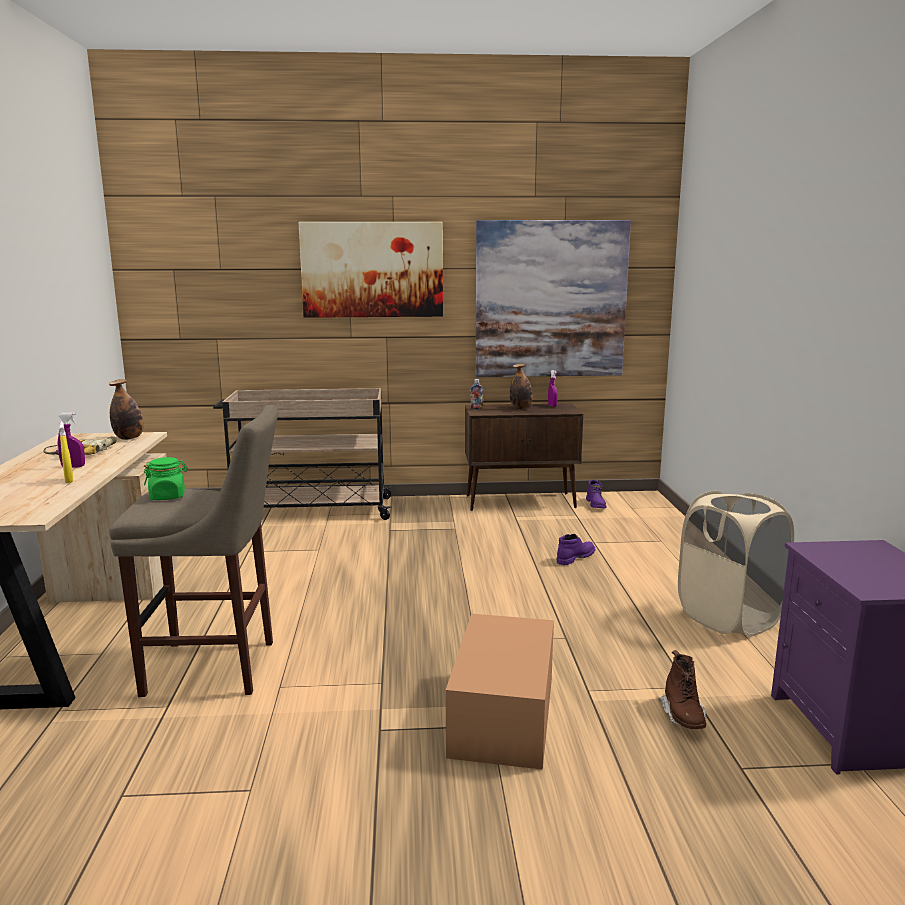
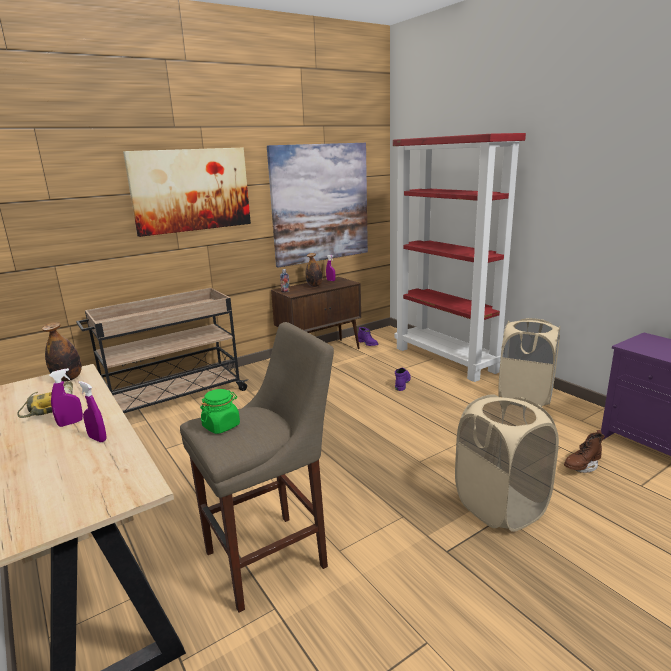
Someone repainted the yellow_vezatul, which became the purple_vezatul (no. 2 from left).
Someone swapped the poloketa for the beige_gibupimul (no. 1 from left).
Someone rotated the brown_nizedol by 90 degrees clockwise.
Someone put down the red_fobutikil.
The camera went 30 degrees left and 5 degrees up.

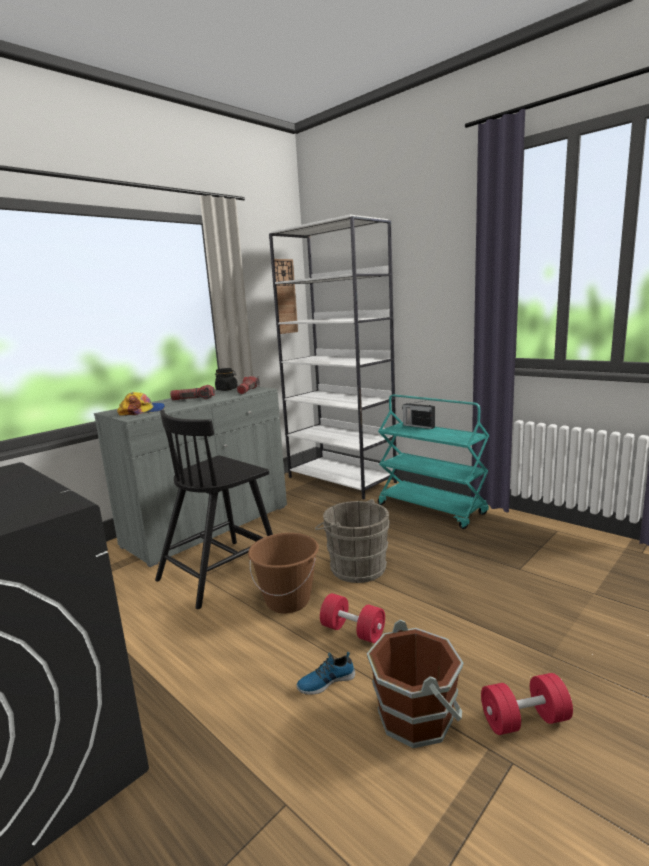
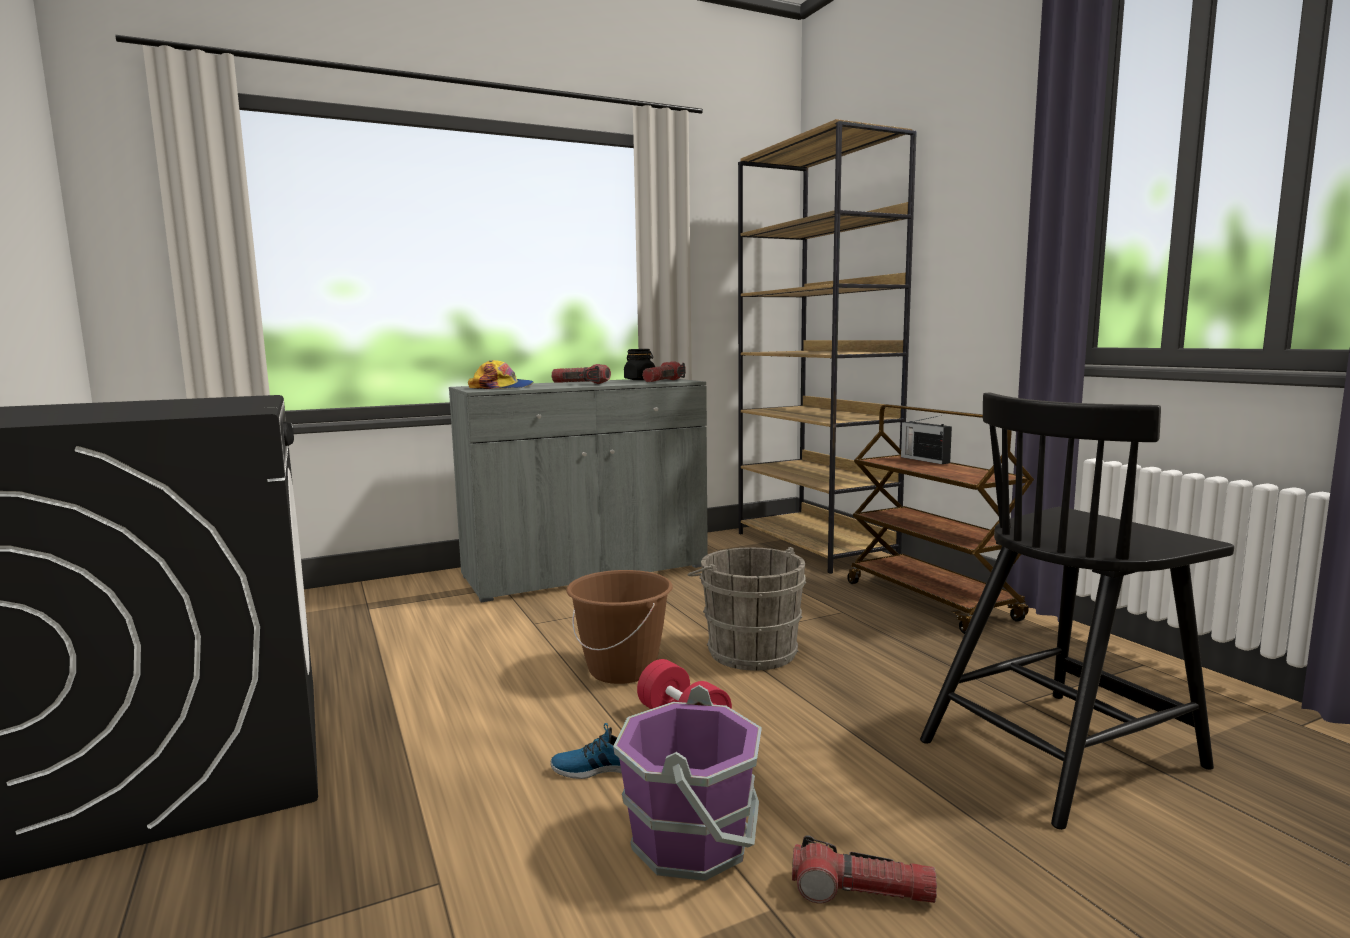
Someone carried the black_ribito.
Someone repainted the white_fobutikil, which became the brown_fobutikil.
Someone took away the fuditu.
Someone repainted the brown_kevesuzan (no. 2 from left), which became the purple_kevesuzan.
Someone repainted the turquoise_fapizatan, which became the brown_fapizatan.
Someone swapped the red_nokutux (no. 2 from left) for the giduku (no. 3 from left).
The camera went 20 degrees right and 5 degrees down.

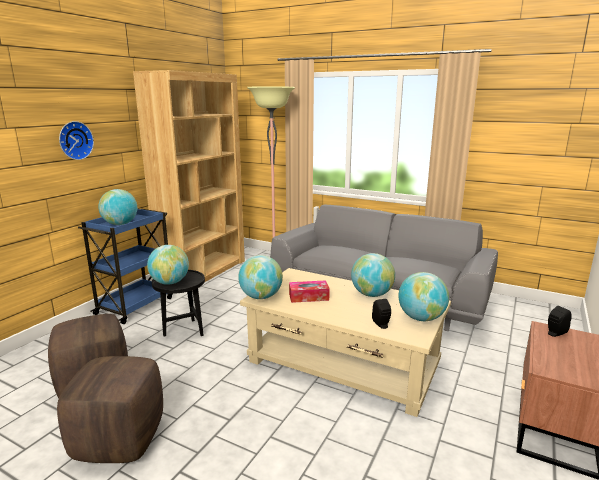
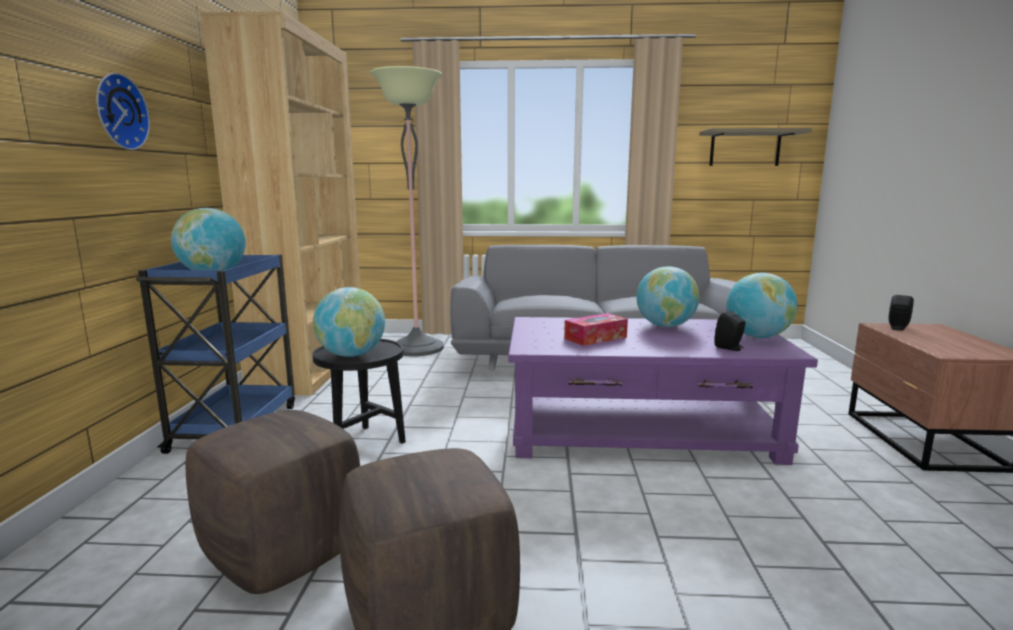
Someone took away the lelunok (no. 3 from left).
Someone repainted the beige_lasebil, which became the purple_lasebil.
Someone put up the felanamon.
The camera went 25 degrees left and 5 degrees down.

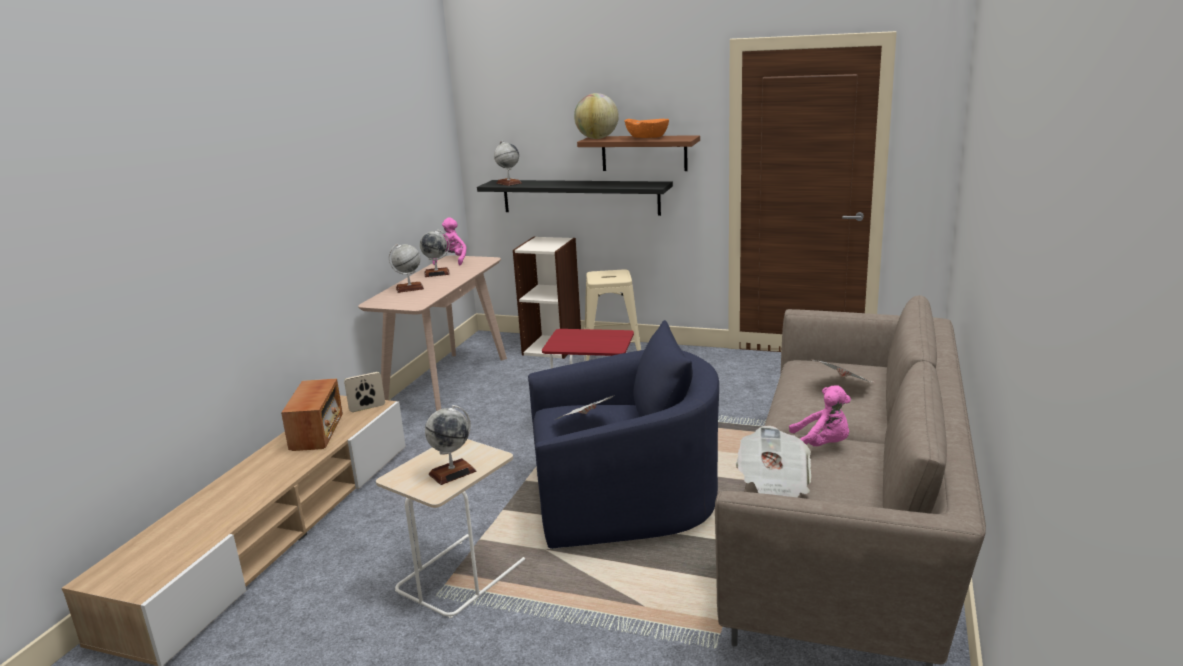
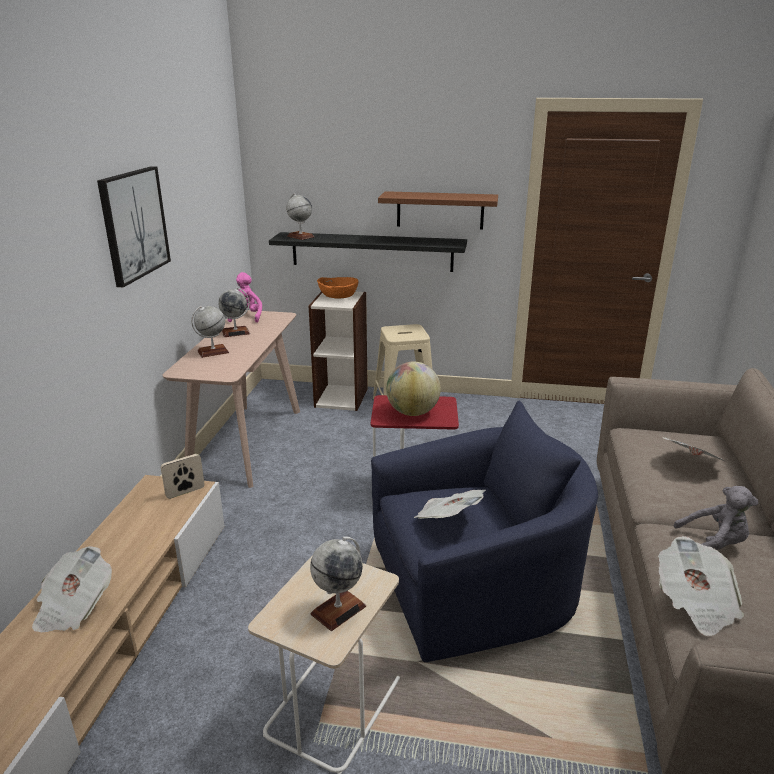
Someone took away the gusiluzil.
Someone carried the lelunok (no. 5 from left).
Someone carried the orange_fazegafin.
Someone repainted the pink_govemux (no. 2 from left), which became the grey_govemux.
Someone put down the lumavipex (no. 1 from left).
Someone put up the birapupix.
The camera went 10 degrees left and 5 degrees up.

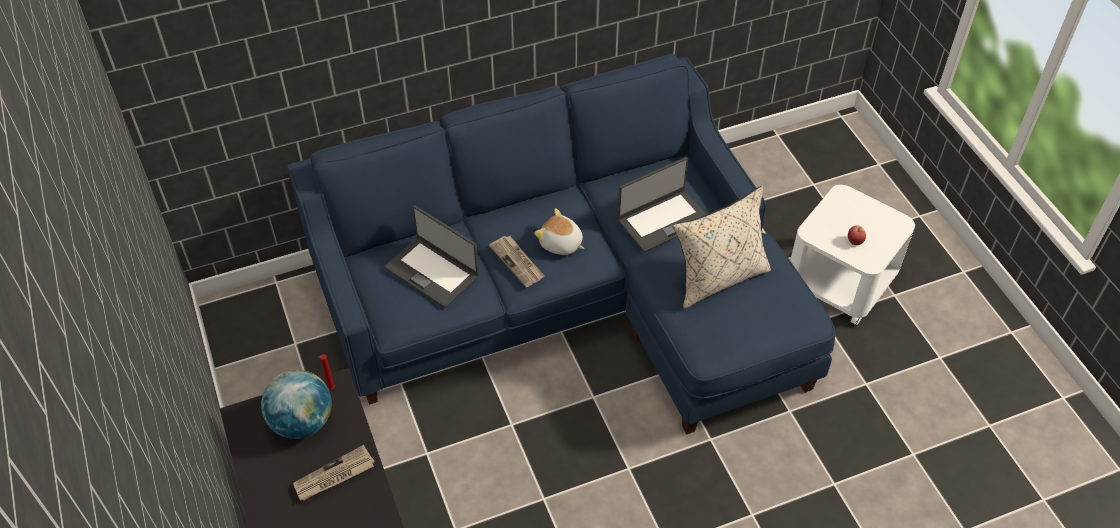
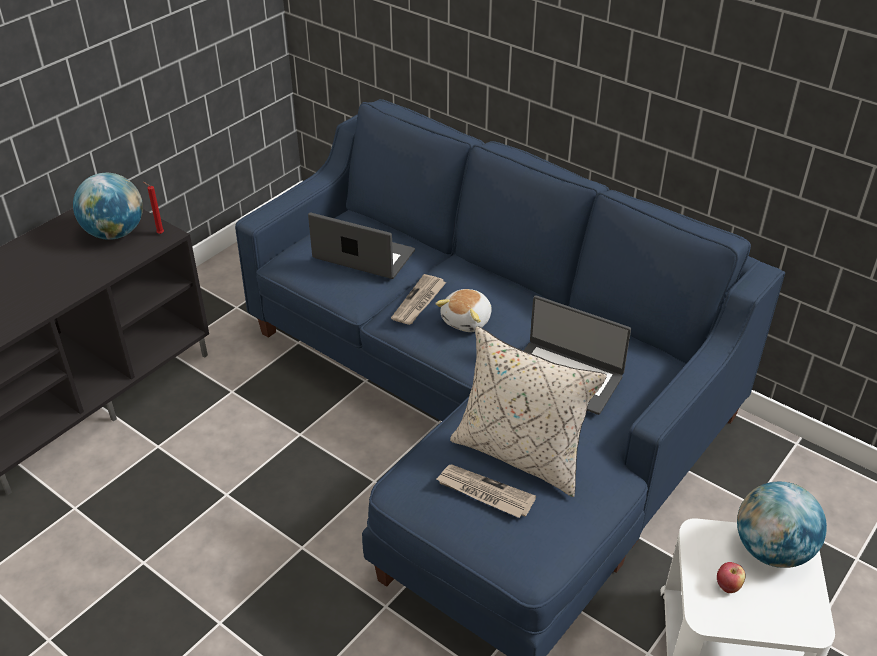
Someone carried the lumavipex (no. 1 from left in the first image).
Someone rotated the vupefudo (no. 1 from left) by 105 degrees clockwise.
Someone rotated the govemux by 150 degrees counterclockwise.
Someone put down the lelunok (no. 2 from left).
The camera went 60 degrees right and 10 degrees down.

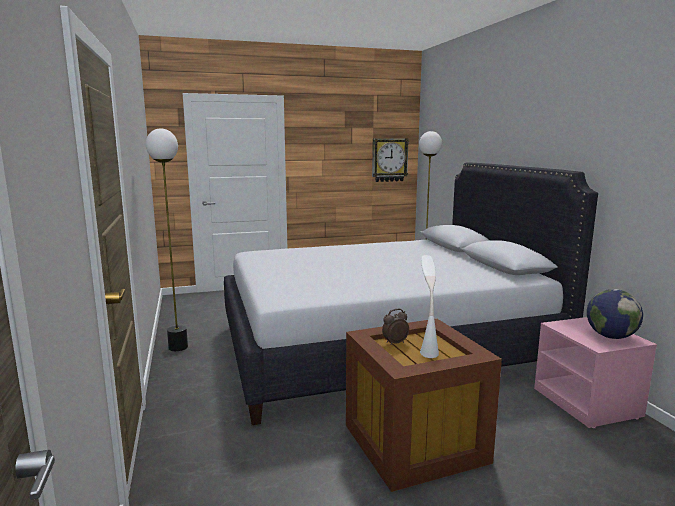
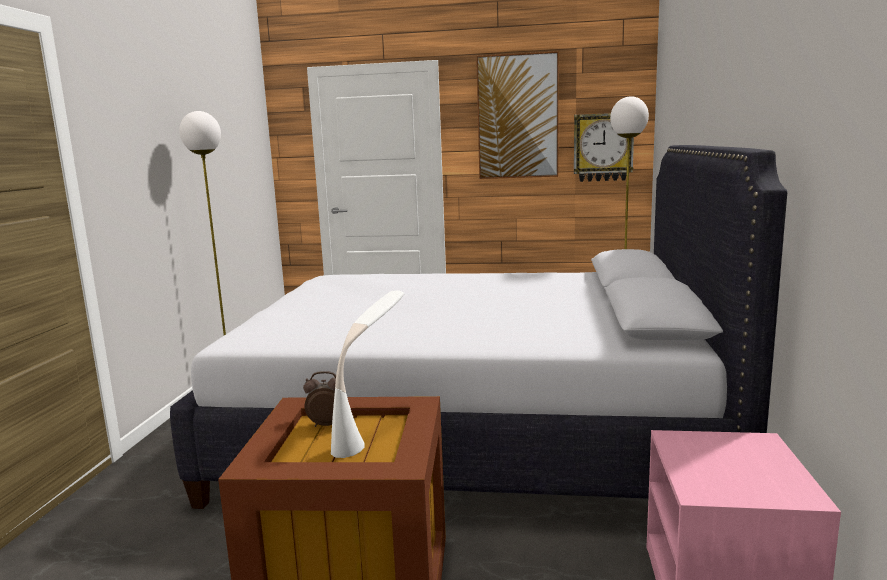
Someone took away the lelunok.
Someone put up the birapupix.
The camera went 25 degrees right and 0 degrees up.

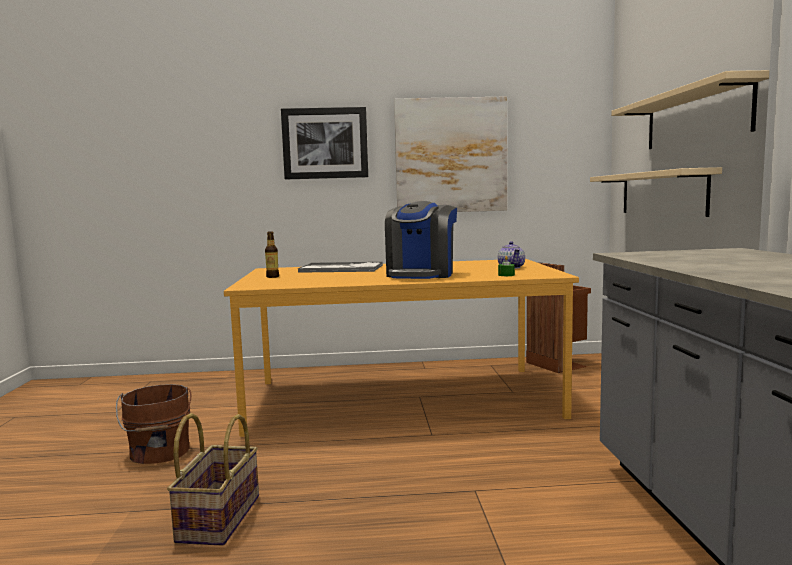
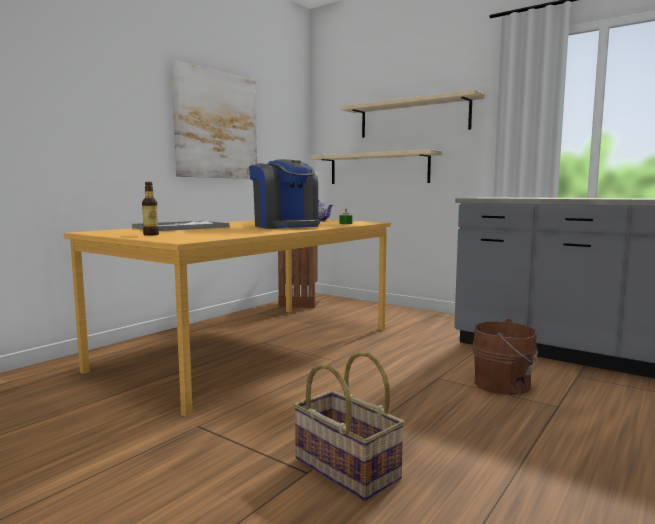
Someone carried the brown_kevesuzan.
Someone took away the birapupix (no. 1 from left).
The camera went 50 degrees left and 0 degrees up.

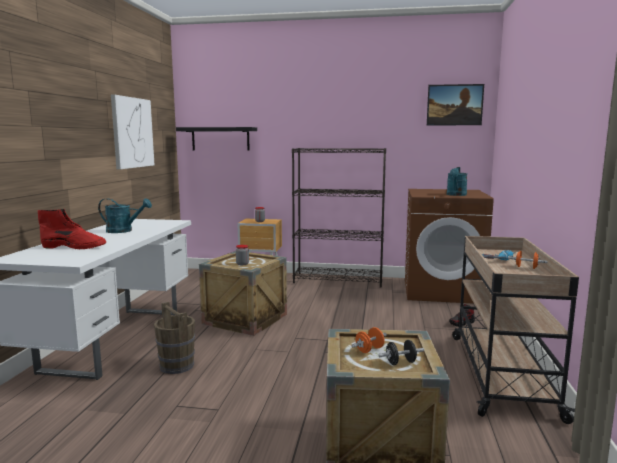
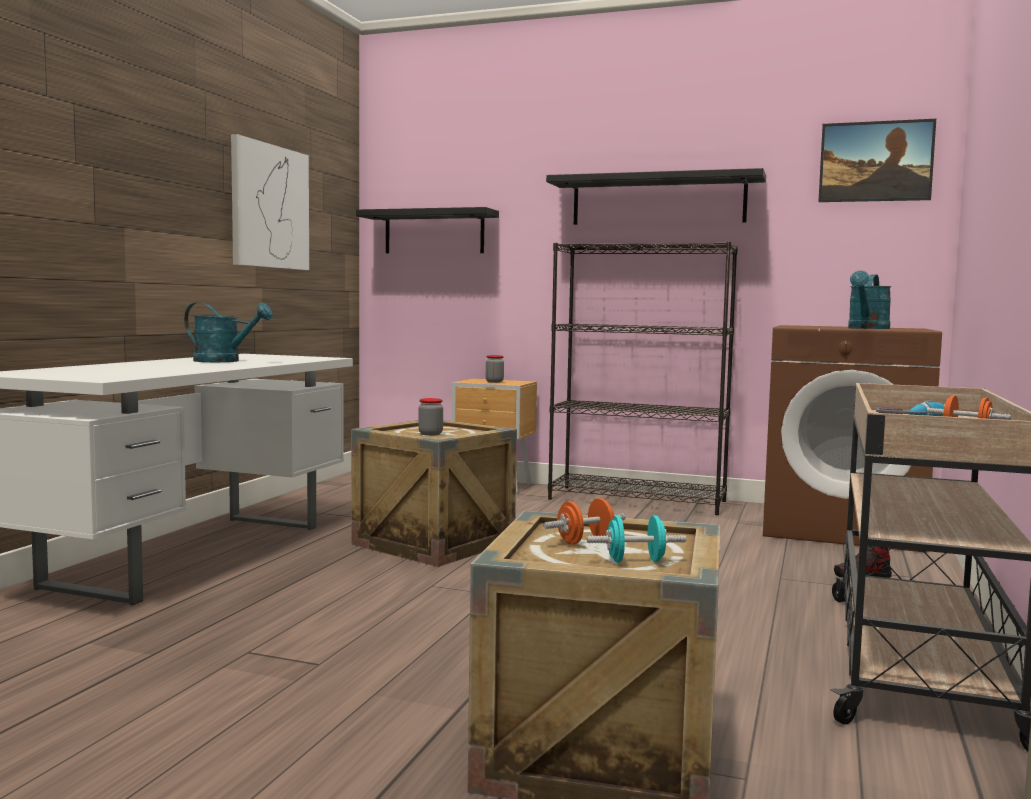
Someone took away the red_nizedol.
Someone took away the brown_kevesuzan.
Someone repainted the black_nokutux, which became the turquoise_nokutux.
Someone put up the black_felanamon (no. 2 from left).
The camera went 10 degrees right and 5 degrees down.

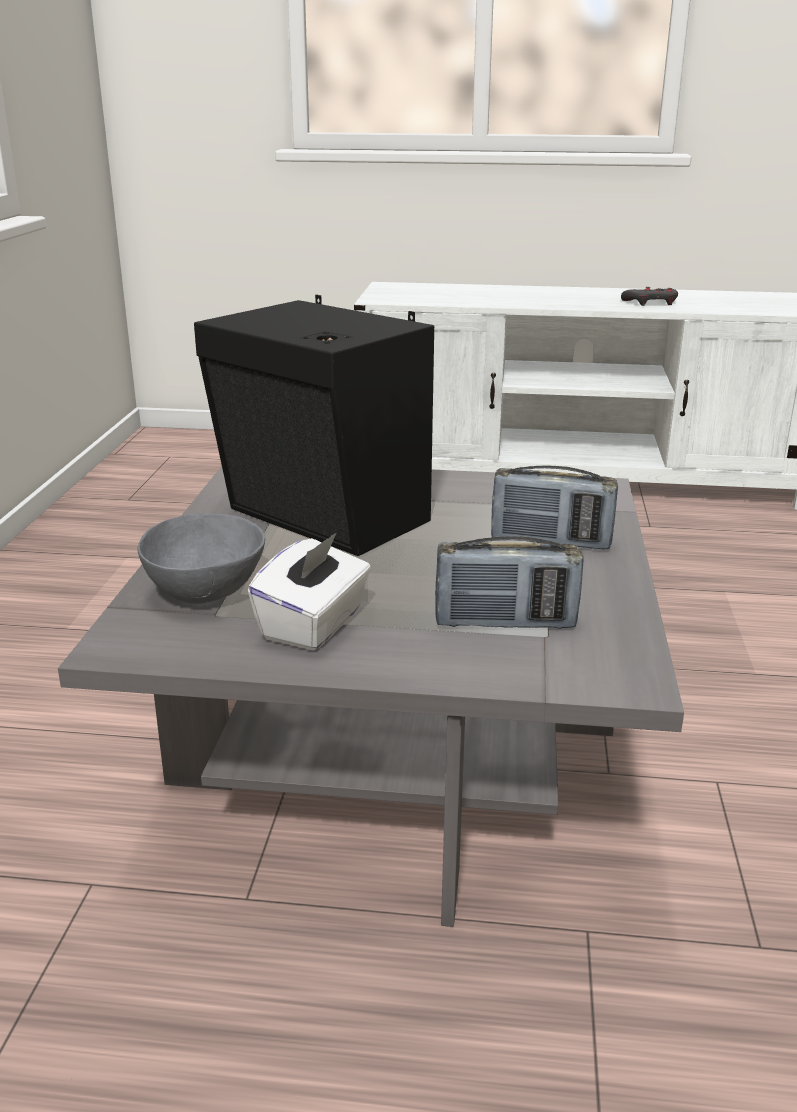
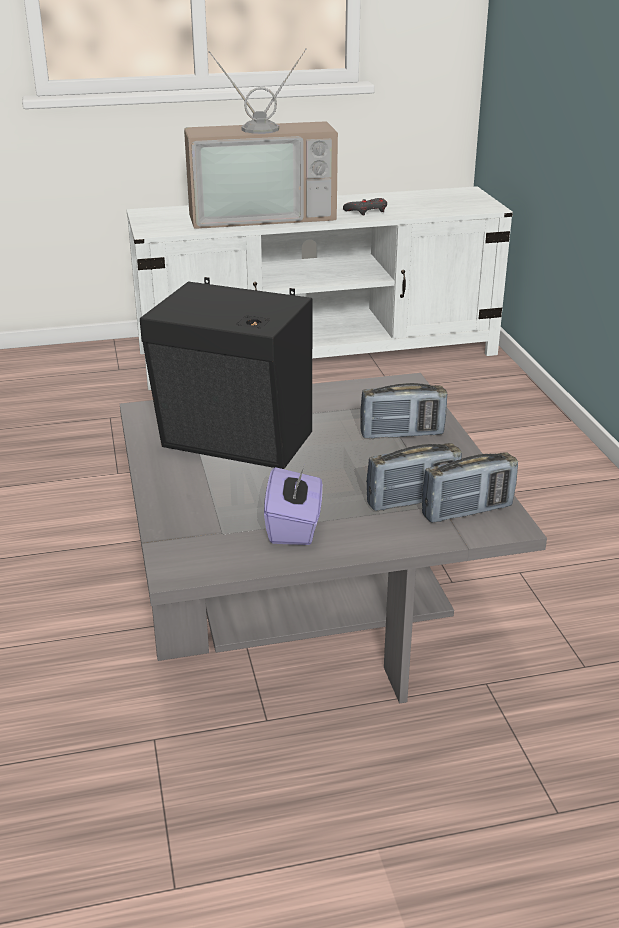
Someone took away the grey_fazegafin.
Someone repainted the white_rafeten, which became the purple_rafeten.
Someone put down the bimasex.
Someone put down the gusiluzil (no. 3 from left).
The camera went 20 degrees left and 5 degrees up.

